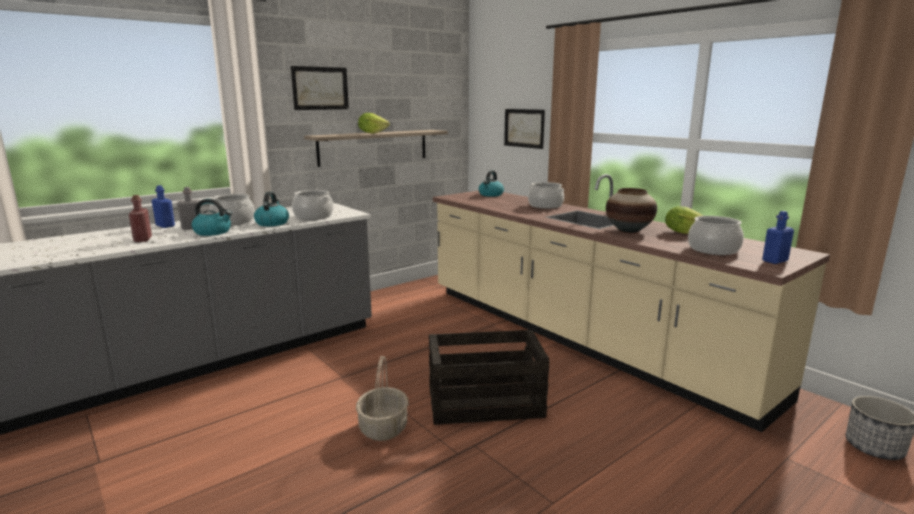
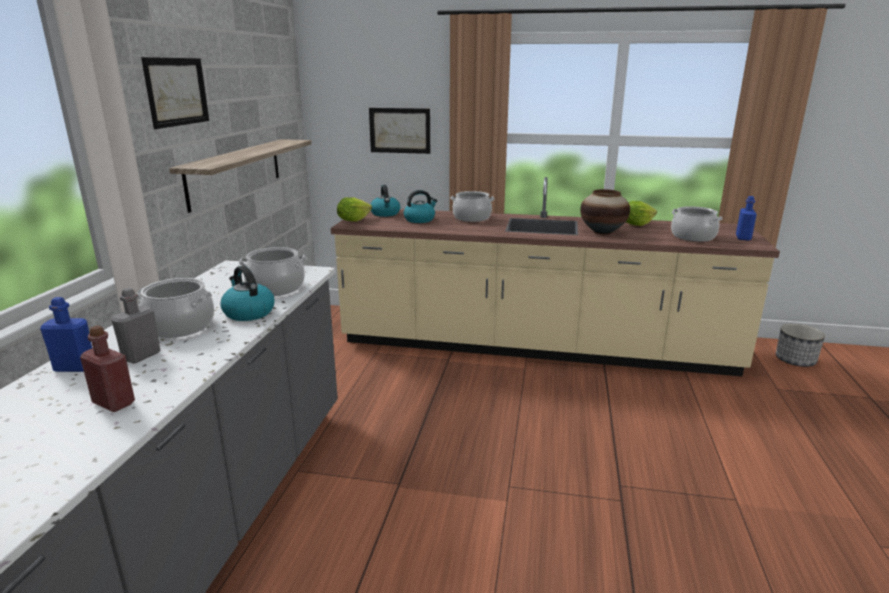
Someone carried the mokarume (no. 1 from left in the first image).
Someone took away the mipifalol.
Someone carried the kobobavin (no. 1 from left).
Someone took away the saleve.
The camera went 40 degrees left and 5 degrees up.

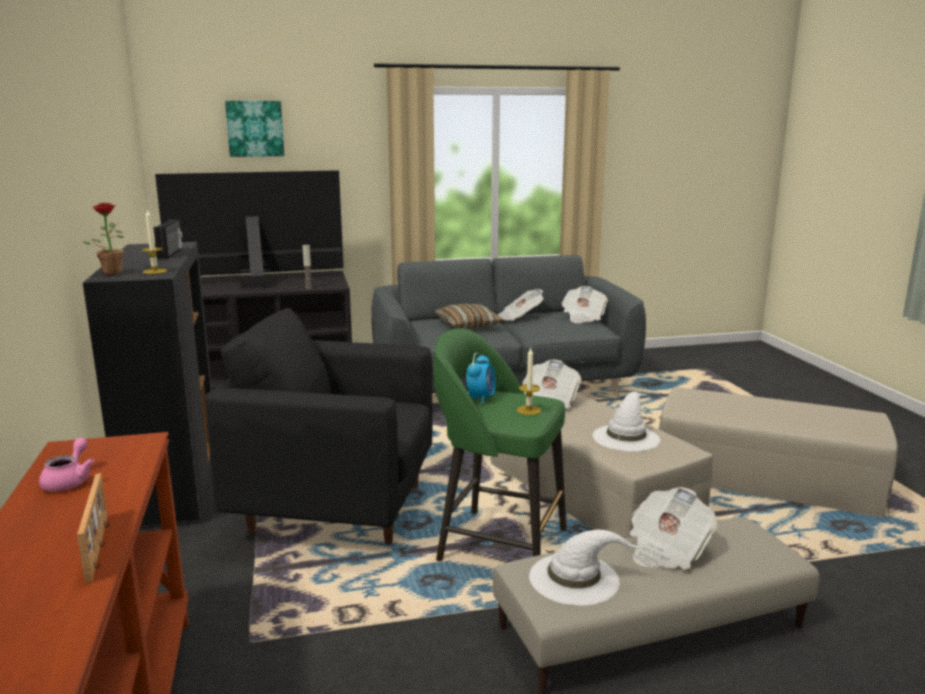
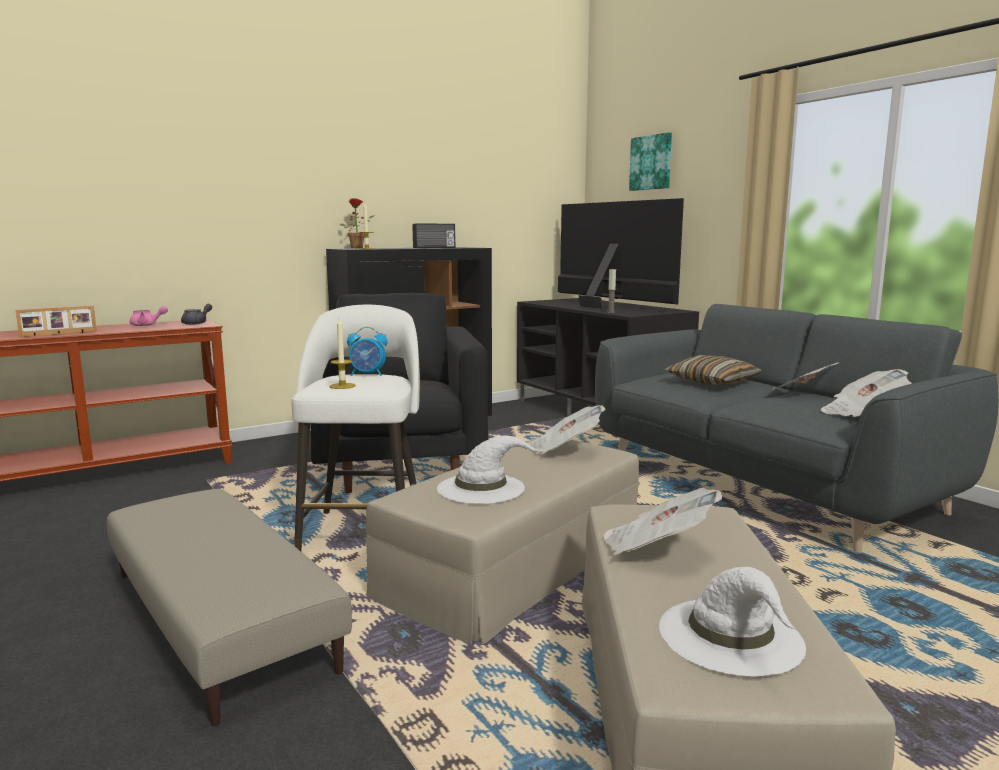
Someone repainted the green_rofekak, which became the white_rofekak.
Someone carried the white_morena (no. 1 from left in the first image).
Someone carried the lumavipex (no. 4 from left in the first image).
Someone put down the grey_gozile.
The camera went 70 degrees right and 5 degrees down.

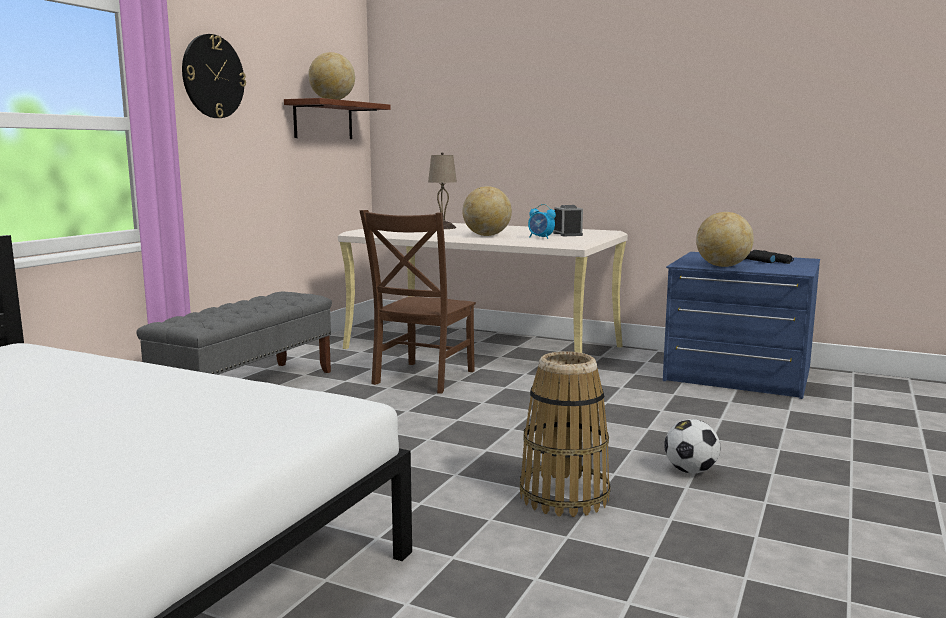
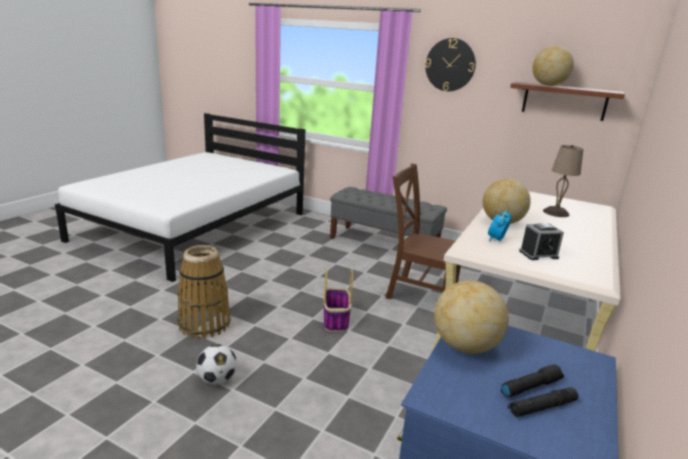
Someone put down the mipifalol (no. 2 from left).
The camera went 90 degrees right and 10 degrees up.

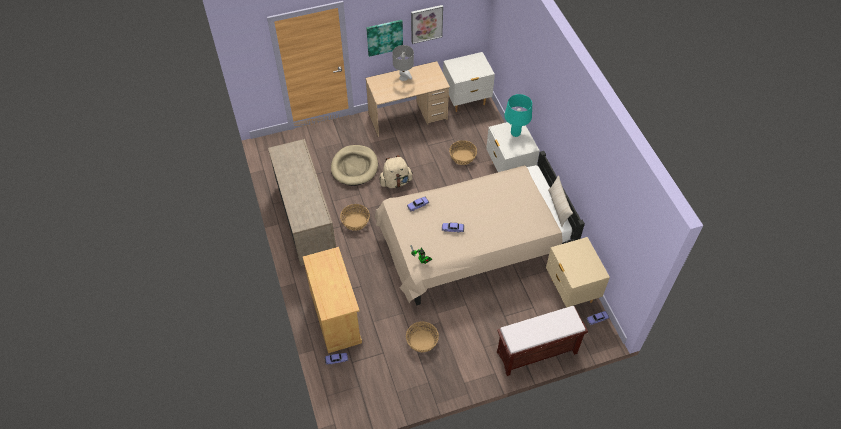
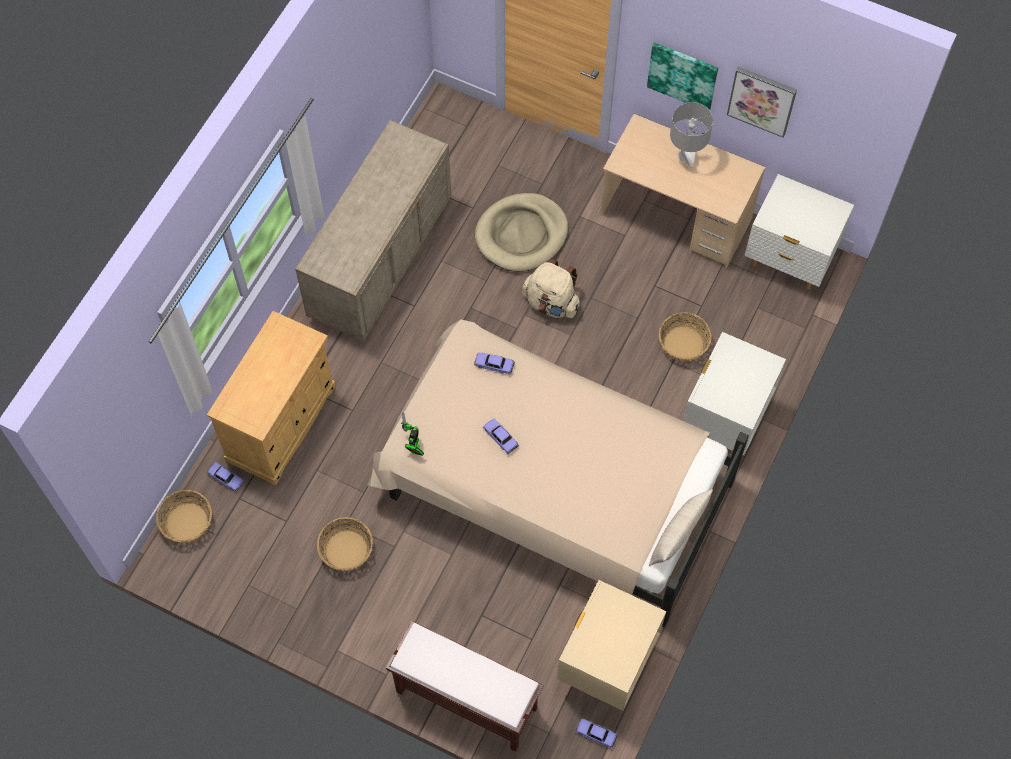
Someone carried the mipifalol (no. 1 from left).
Someone took away the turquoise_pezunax.
The camera went 45 degrees right and 10 degrees up.

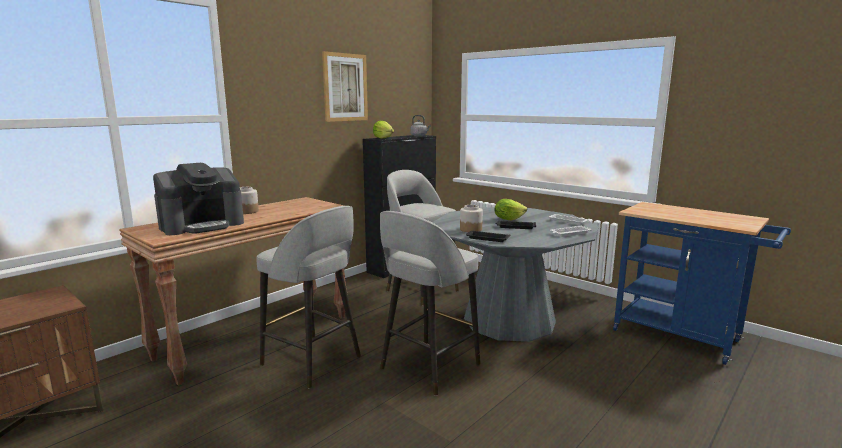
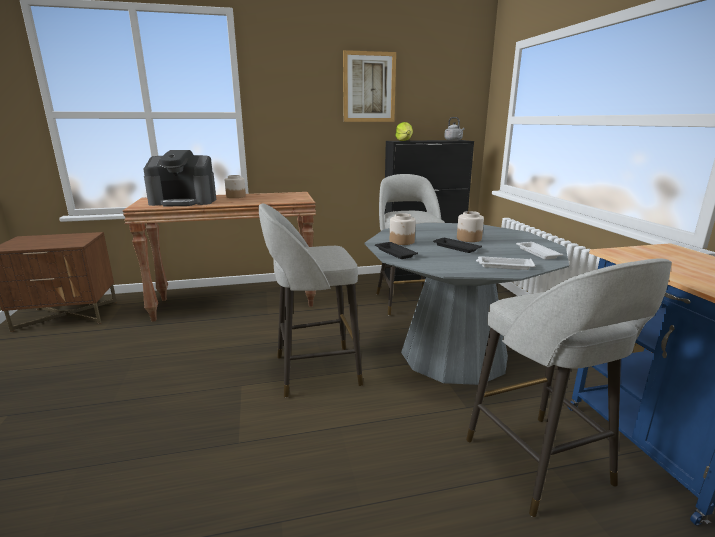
Someone carried the grey_rofekak (no. 1 from left in the first image).
Someone swapped the kobobavin (no. 2 from left) for the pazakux (no. 3 from left).
The camera went 35 degrees right and 5 degrees up.

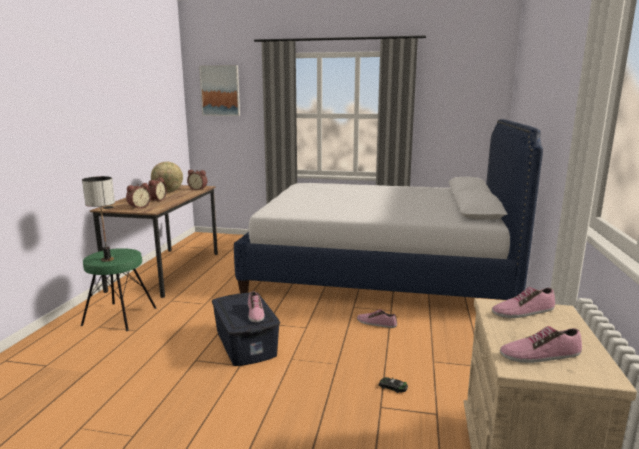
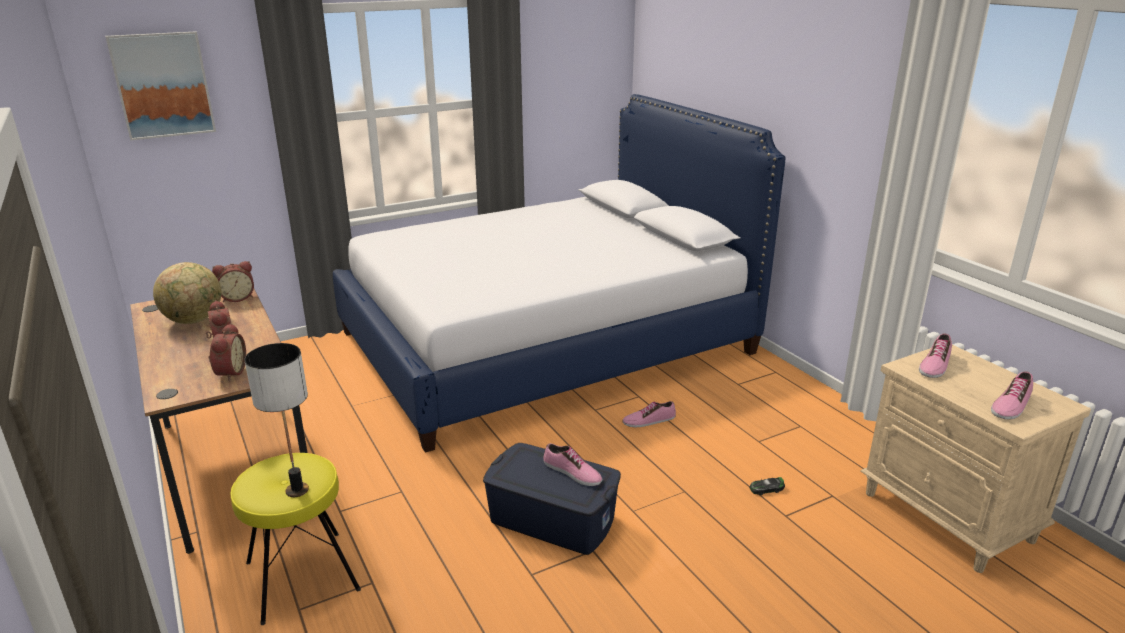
Someone repainted the green_rofekak, which became the yellow_rofekak.
The camera went 40 degrees left and 10 degrees up.

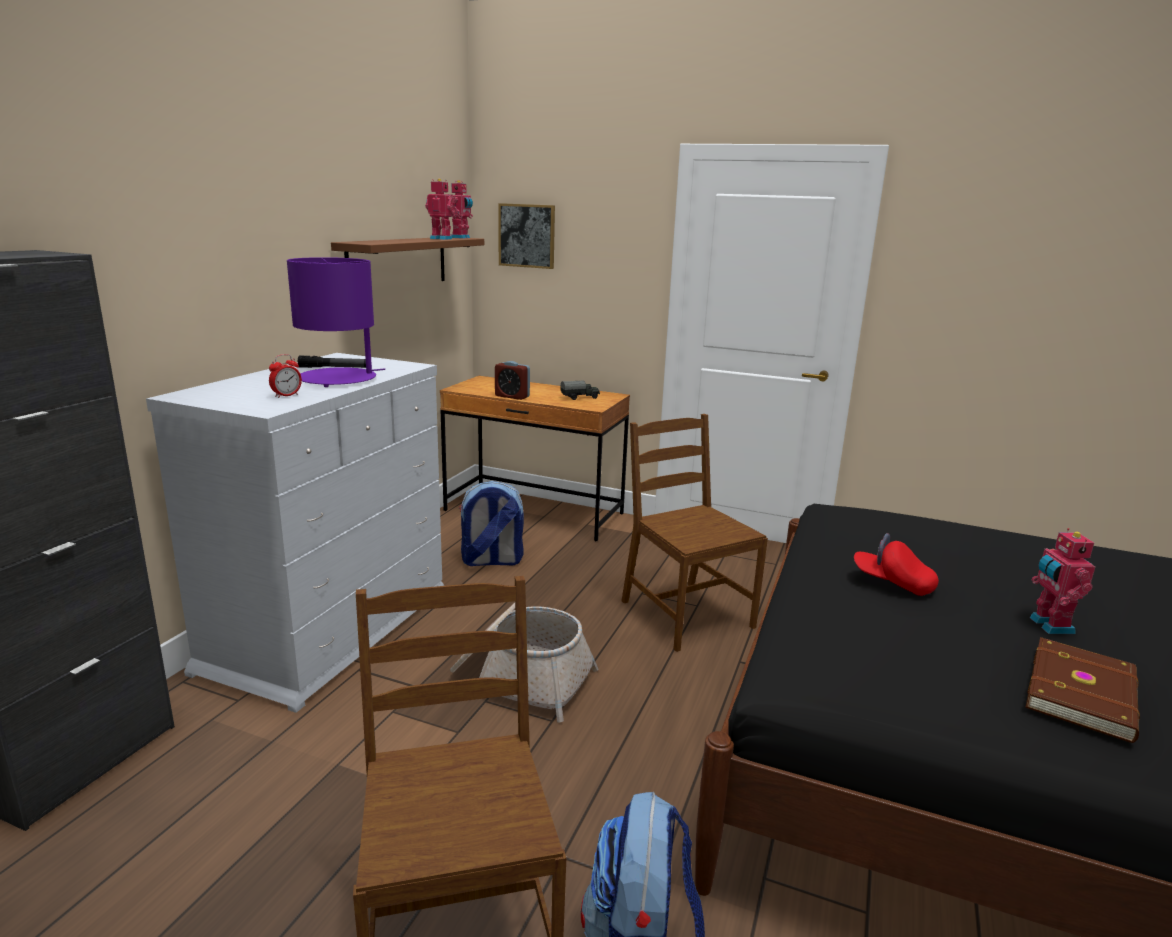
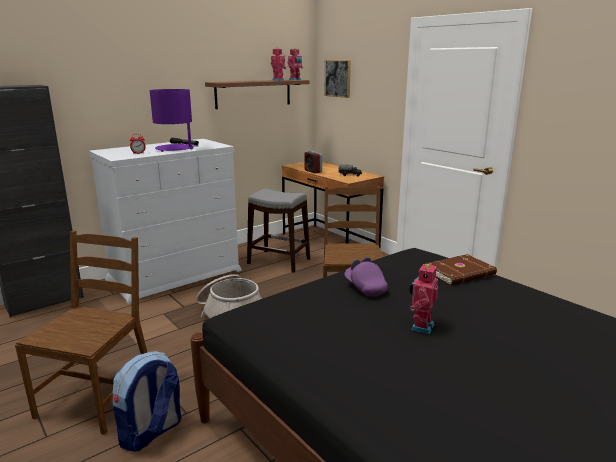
Someone swapped the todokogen (no. 1 from left) for the grey_rofekak.
Someone repainted the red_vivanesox, which became the purple_vivanesox.
Someone carried the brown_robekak.
The camera went 30 degrees right and 0 degrees up.

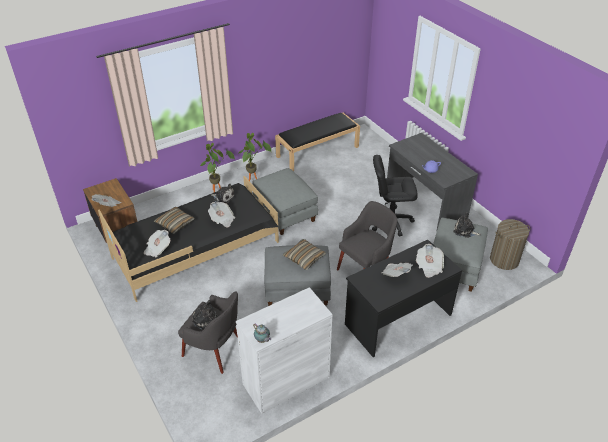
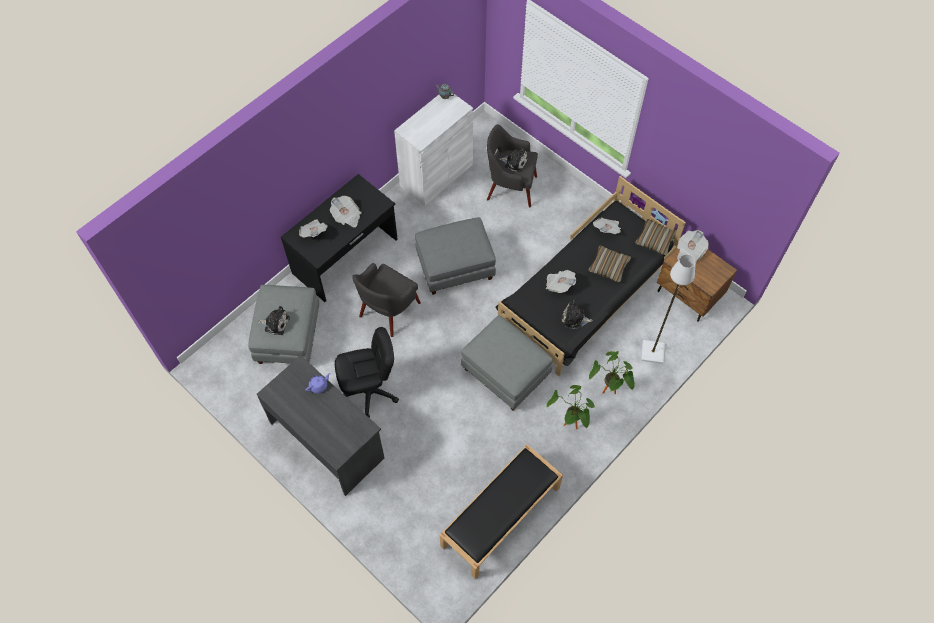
Someone carried the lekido (no. 2 from left).
Someone took away the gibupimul.
Someone put down the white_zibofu.
The camera went 165 degrees right and 20 degrees up.

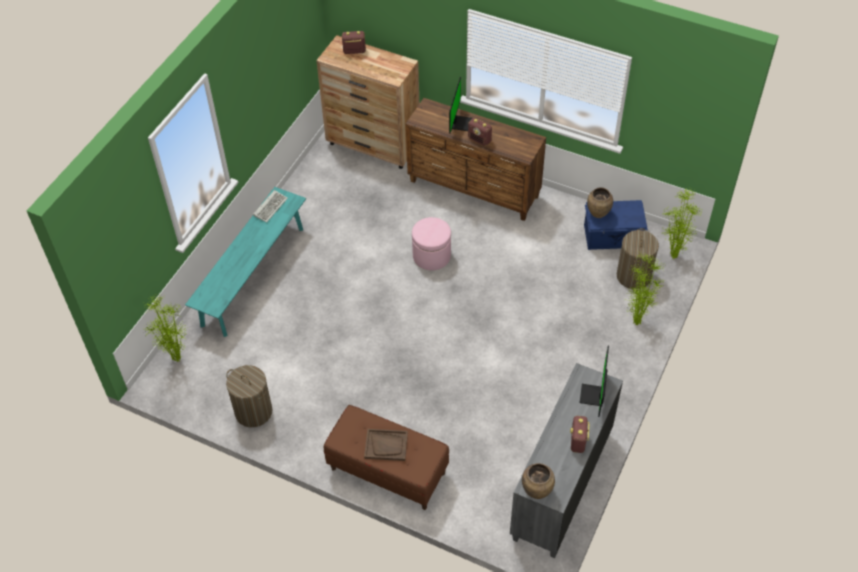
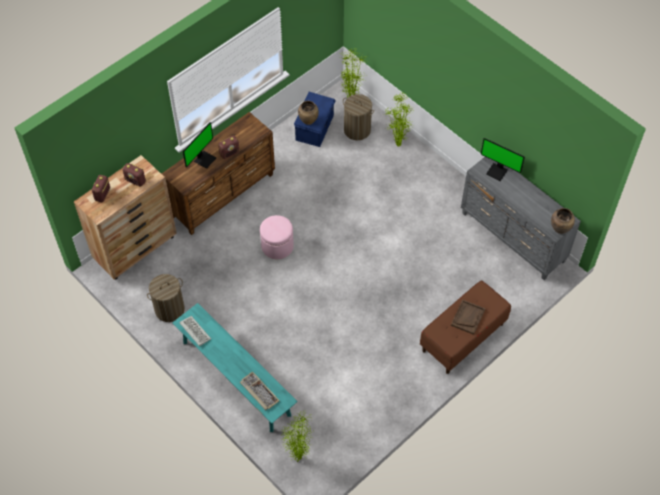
Someone carried the gibupimul (no. 1 from left).
Someone rotated the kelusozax (no. 1 from left) by 90 degrees clockwise.
Someone carried the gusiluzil (no. 3 from left in the first image).
Someone put down the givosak (no. 2 from left).
The camera went 70 degrees left and 5 degrees up.

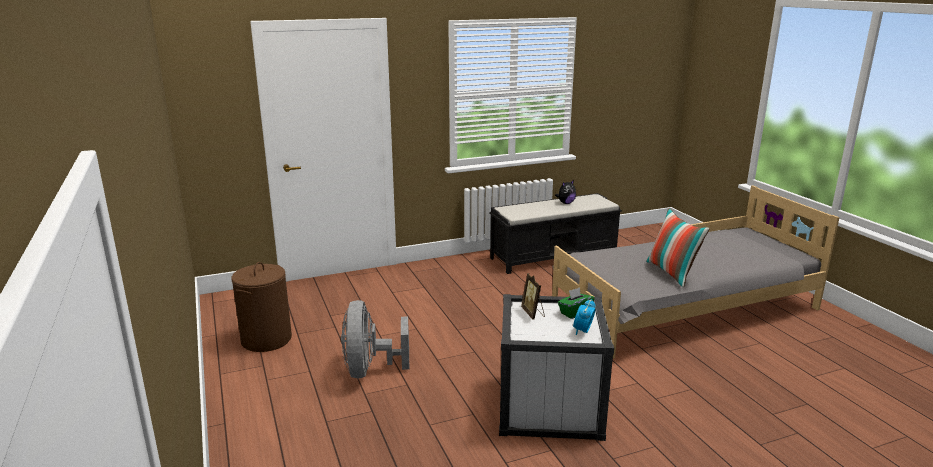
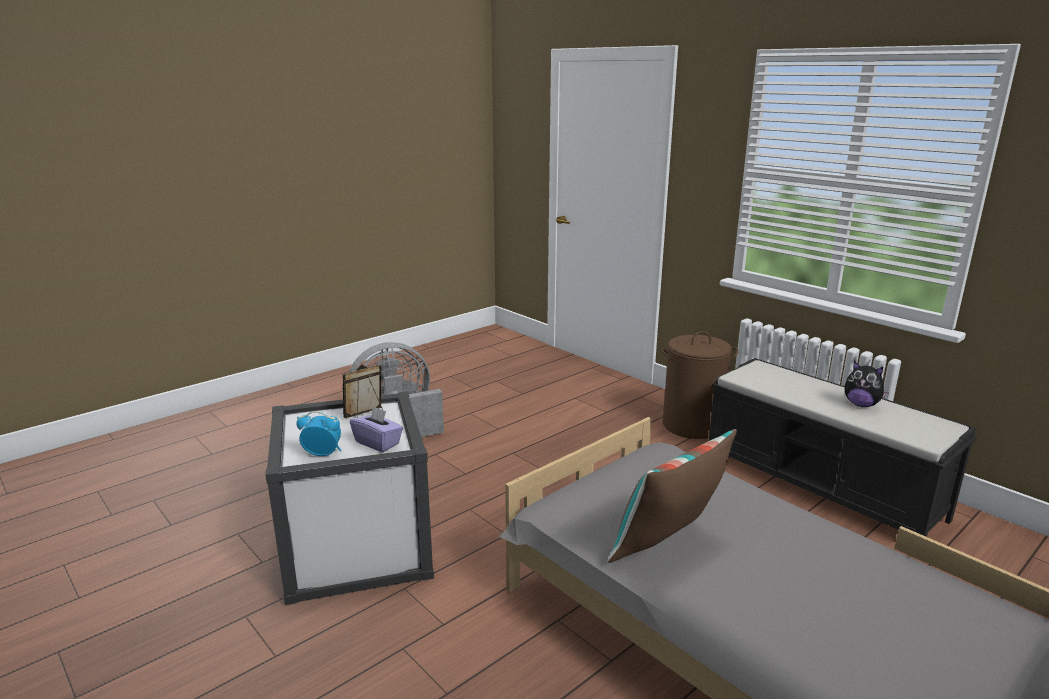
Someone carried the brown_gibupimul.
Someone repainted the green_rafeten, which became the purple_rafeten.
The camera went 70 degrees right and 0 degrees up.

